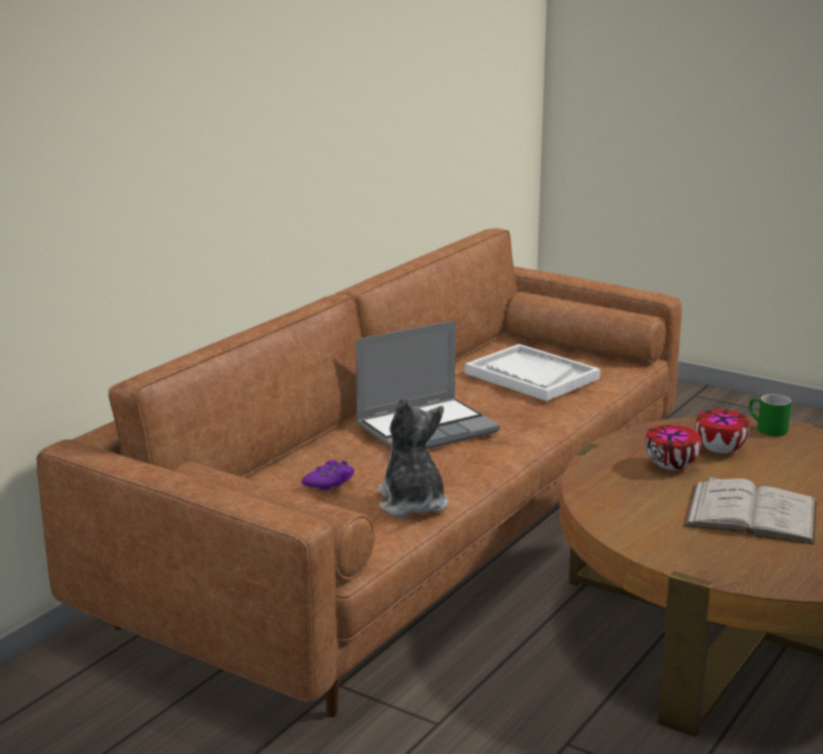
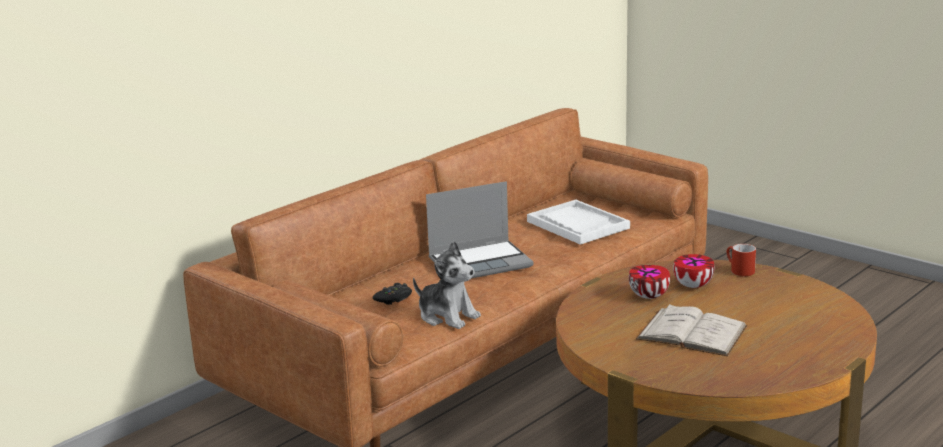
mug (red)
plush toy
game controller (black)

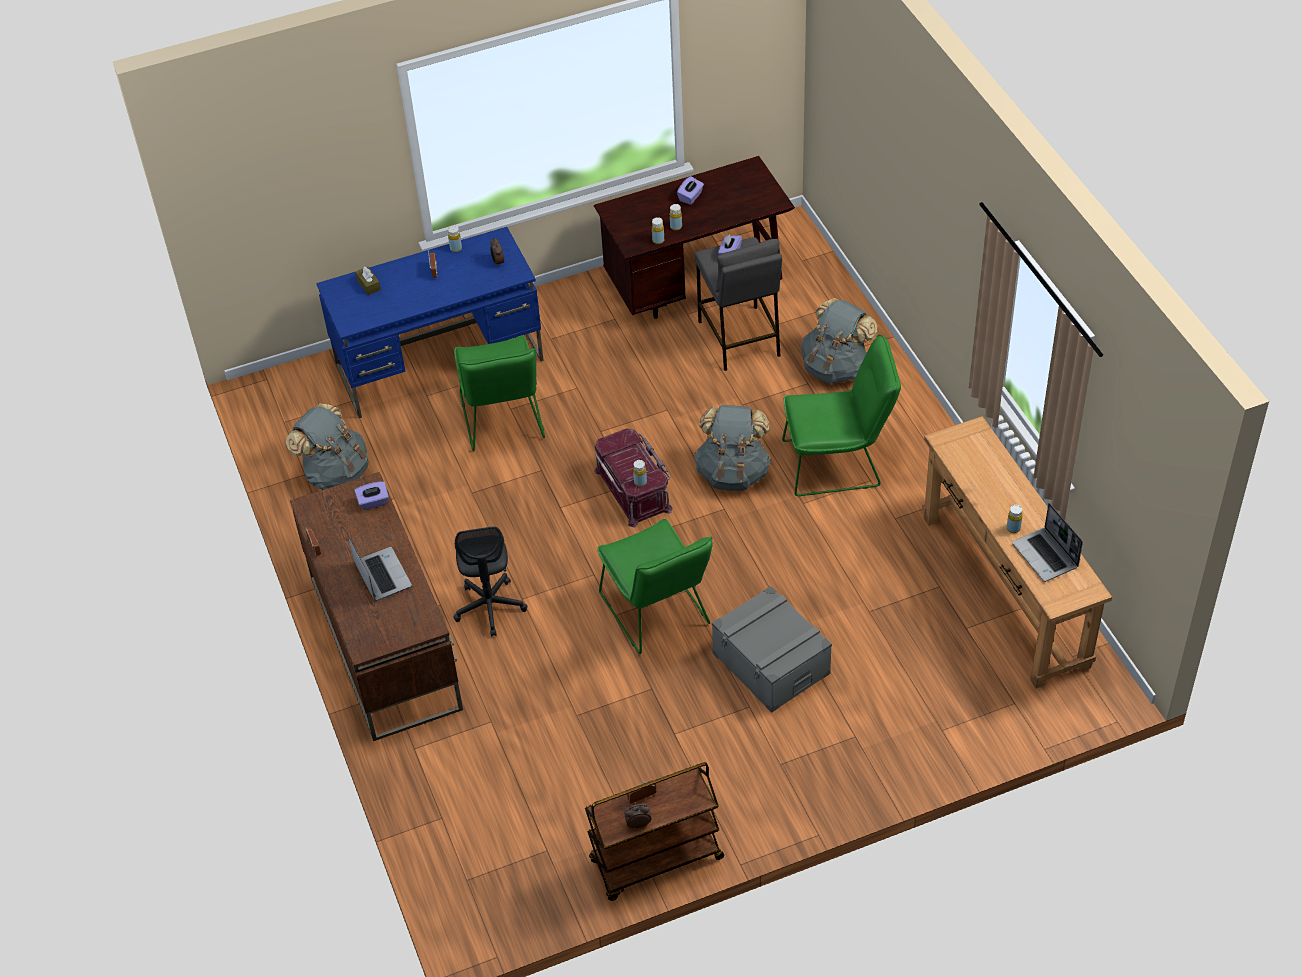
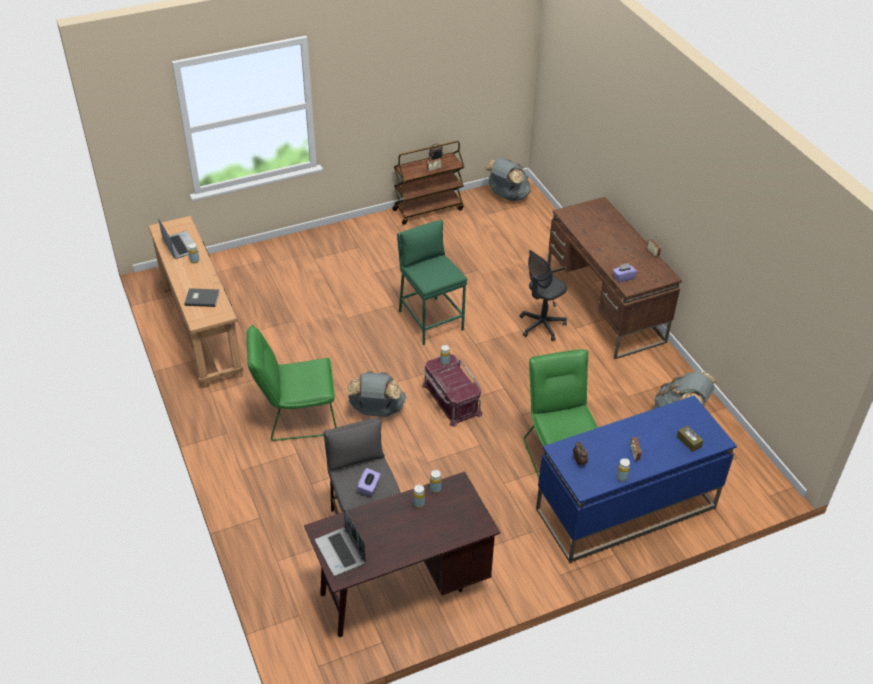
tissue box (purple) (2nd from left in the first image)
backpack (grey) (2nd from left)
stool (green)
office chair (grey)
laptop (2nd from left)
storage box (grey)
book (grey)

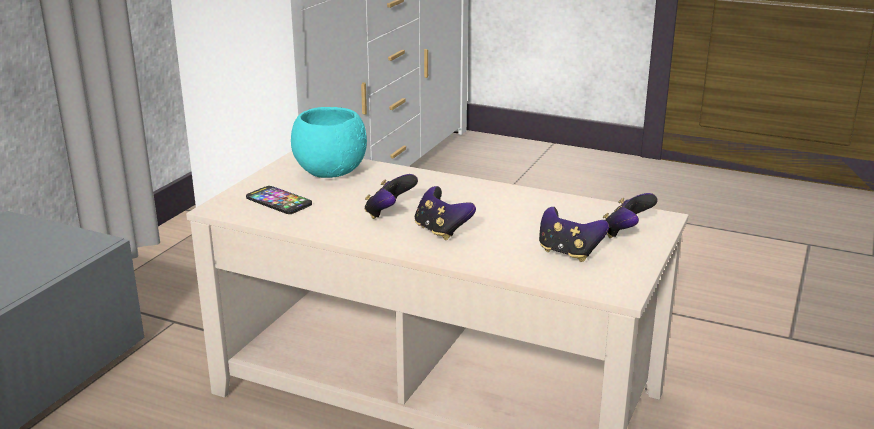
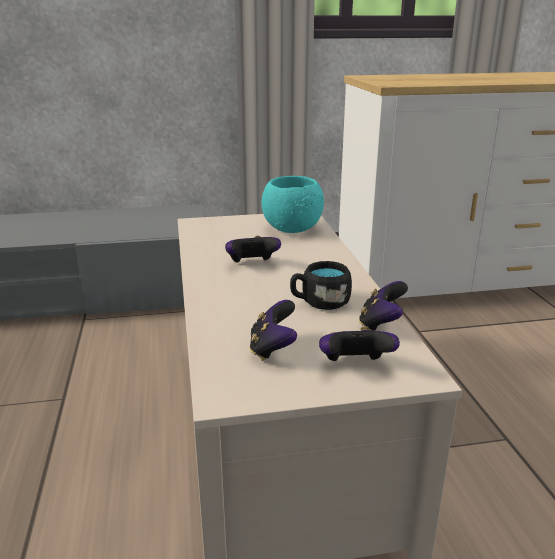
phone
game controller (4th from left)
mug (black)

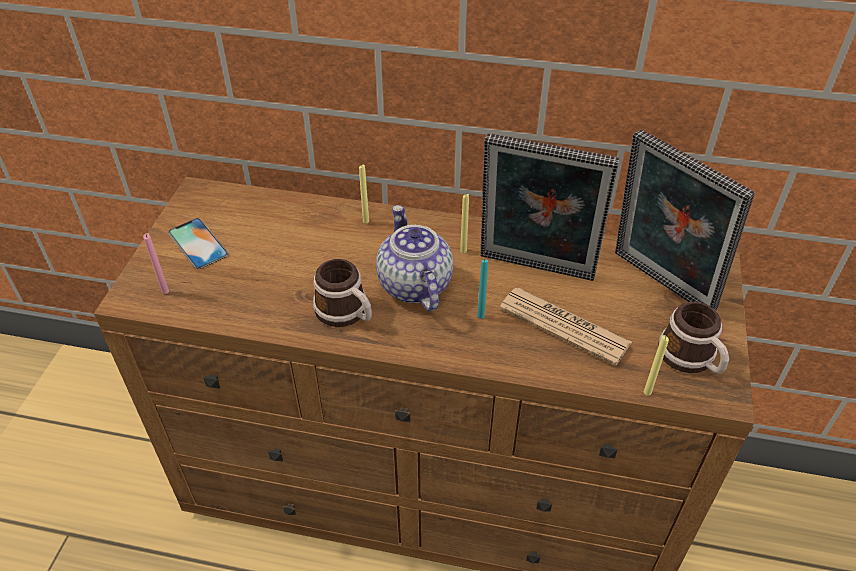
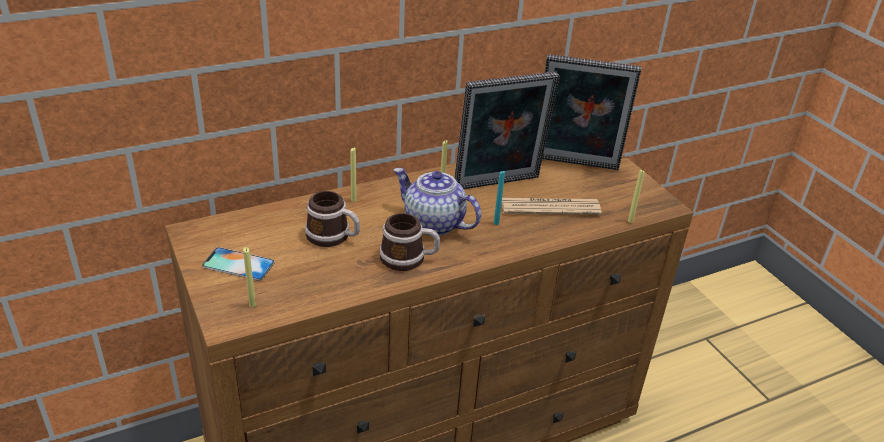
candle (yellow) (1st from left)
mug (1st from left)

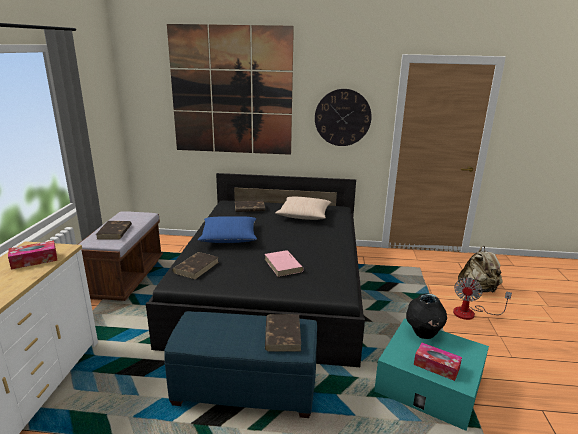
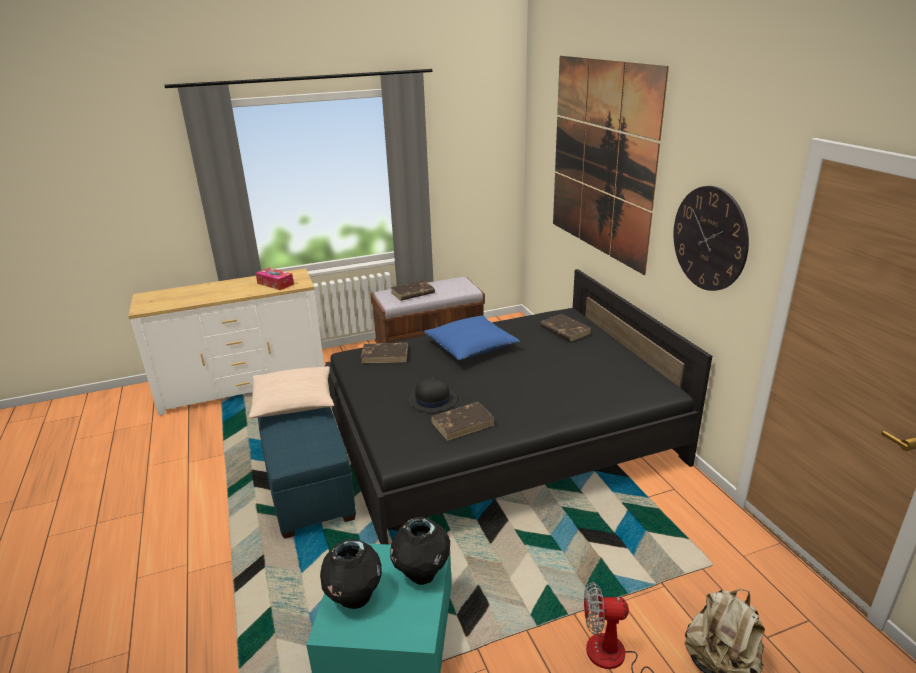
pillow (beige)
hat (black)
book (brown) (3rd from left)
vase (black) (1st from left)

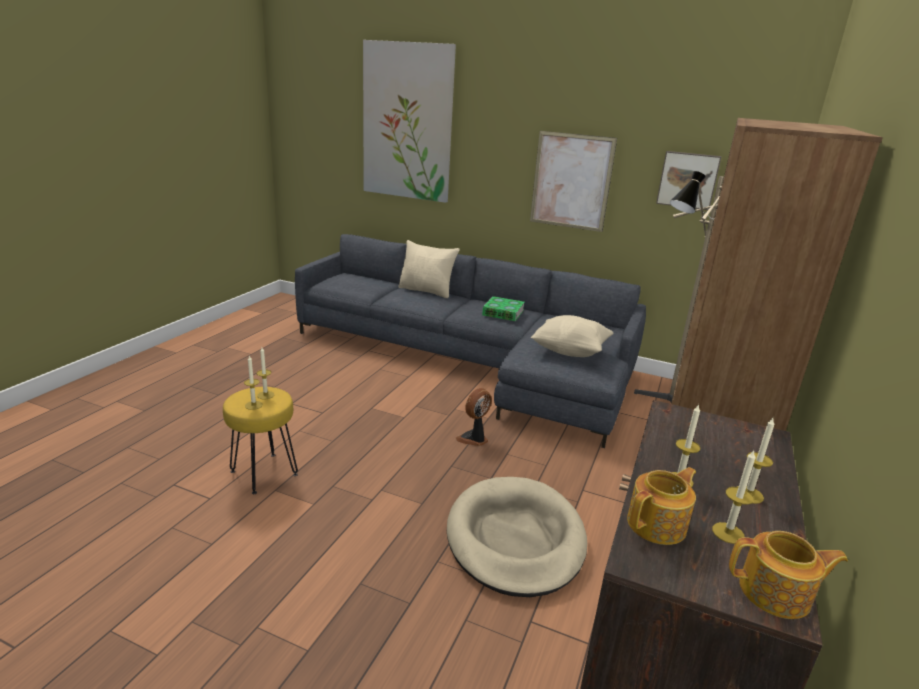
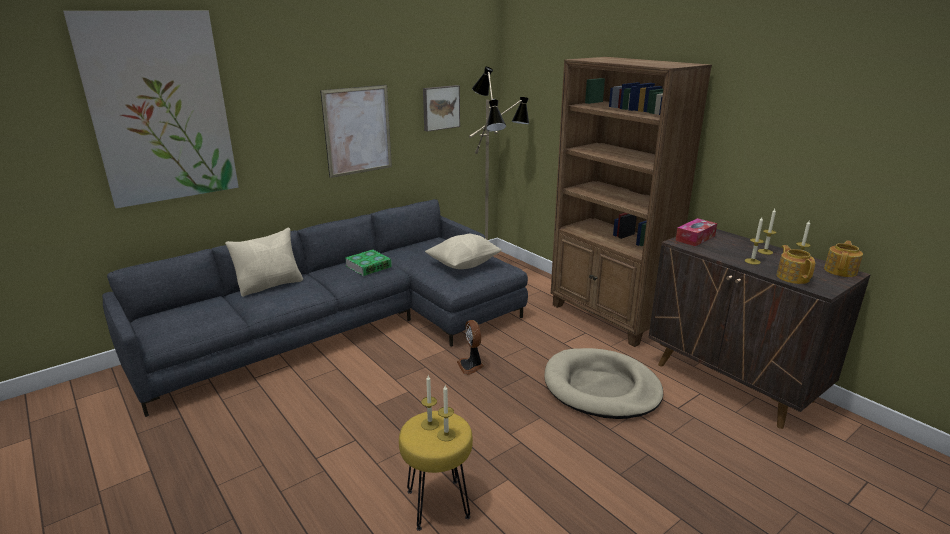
tissue box

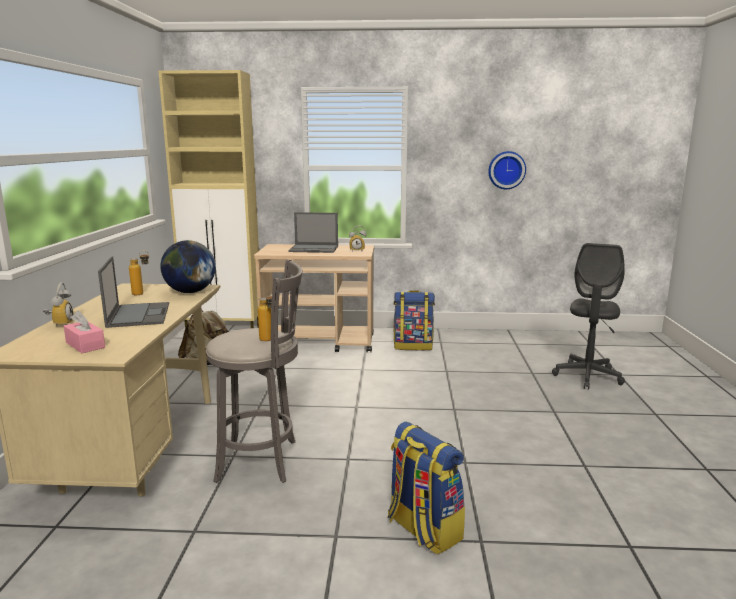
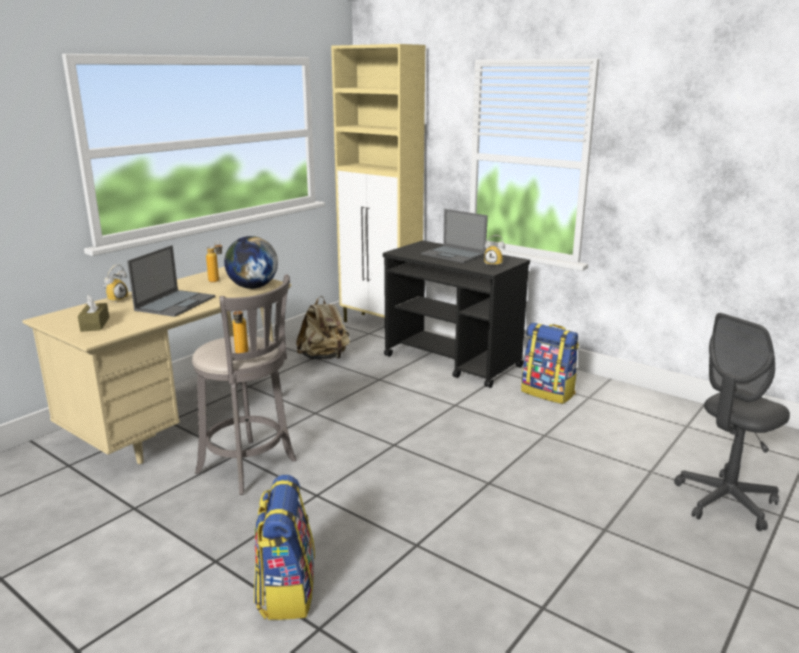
wall clock
cart (black)
tissue box (brown)

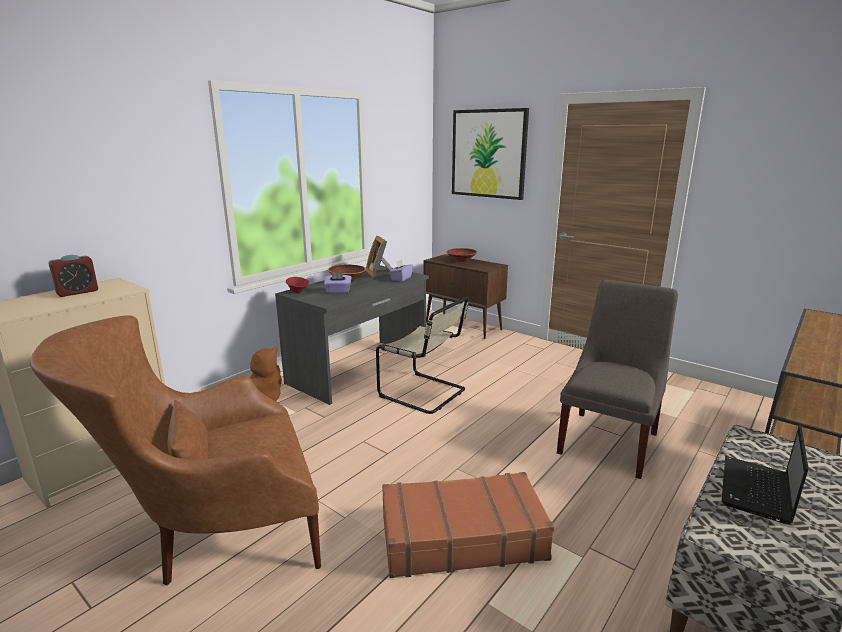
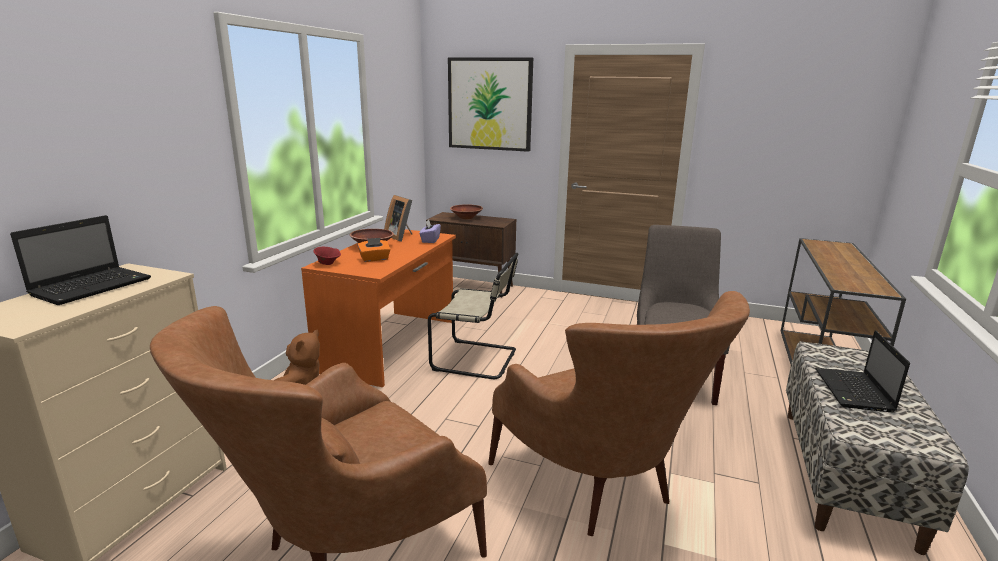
laptop (1st from left)
desk (orange)
tissue box (orange)
armchair (brown) (2nd from left)

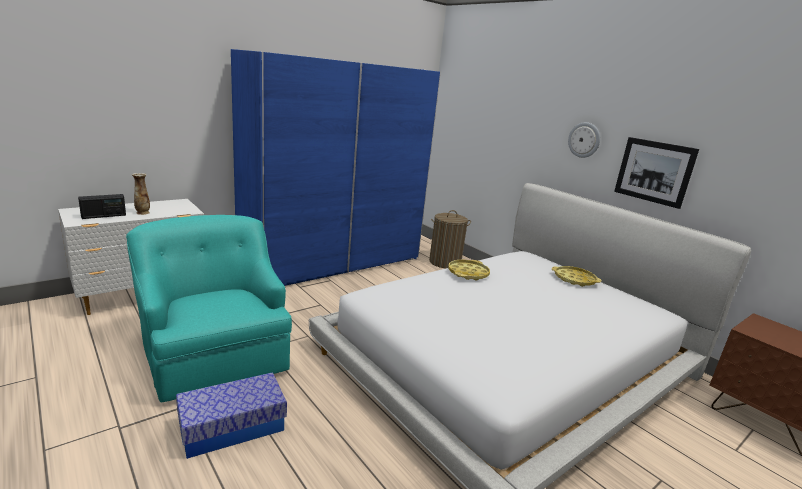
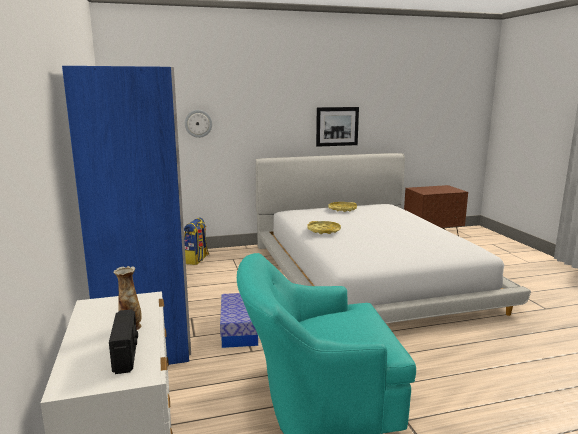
wall clock
backpack
storage box

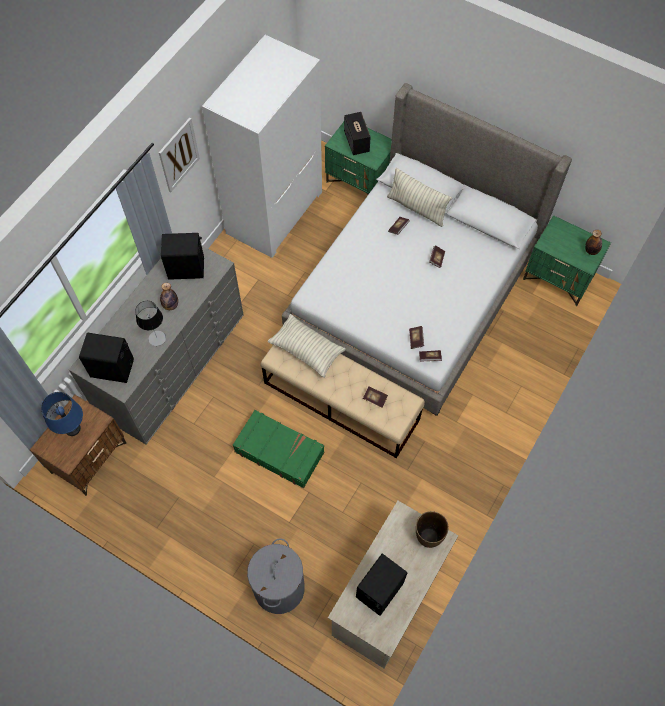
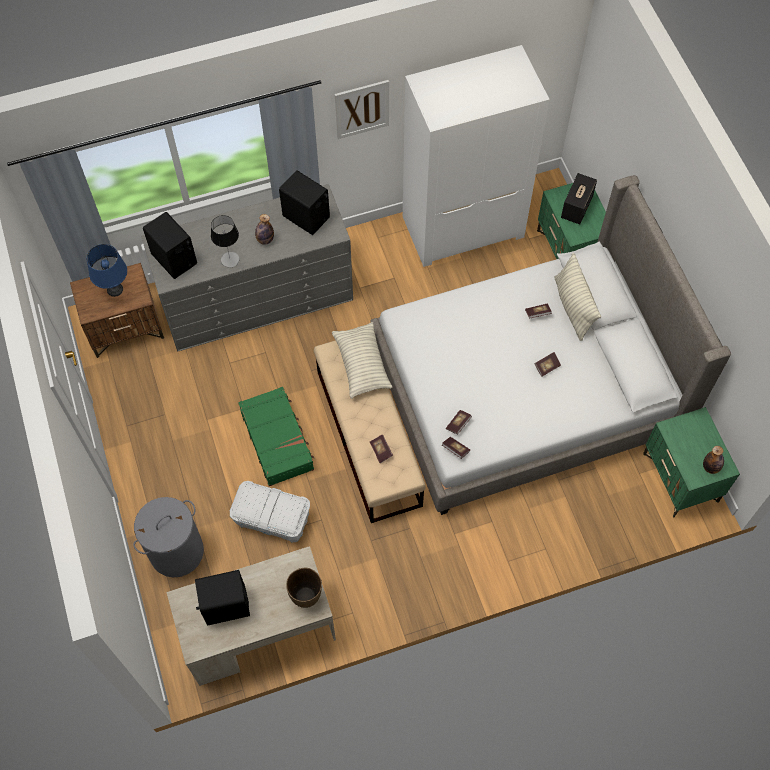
storage box (white)

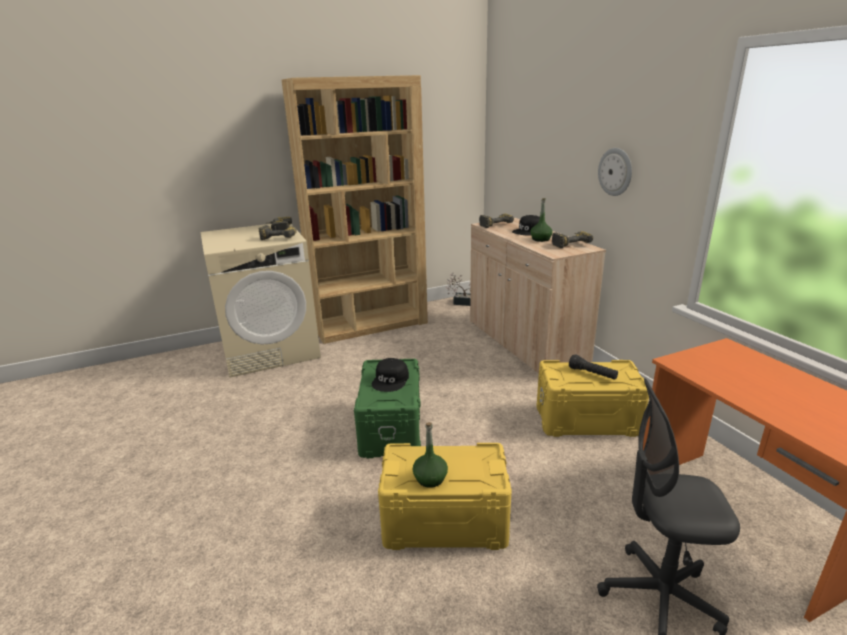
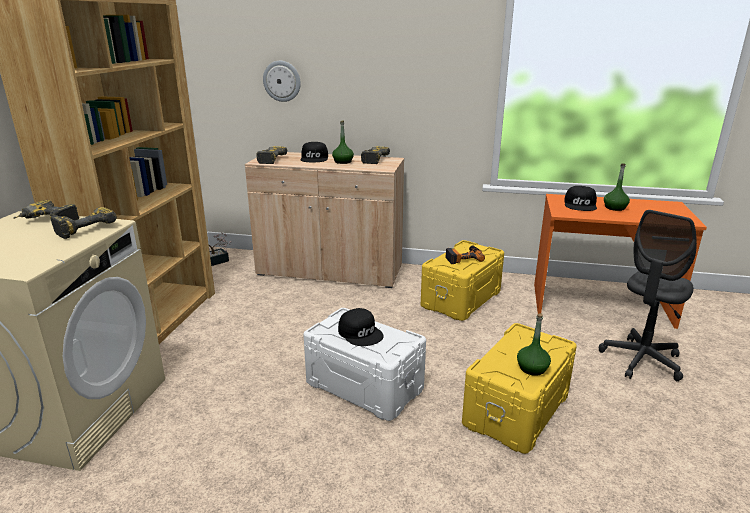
wall clock
power drill (5th from left)
storage box (white)
bottle (green) (3rd from left)
cap (black) (3rd from left)

